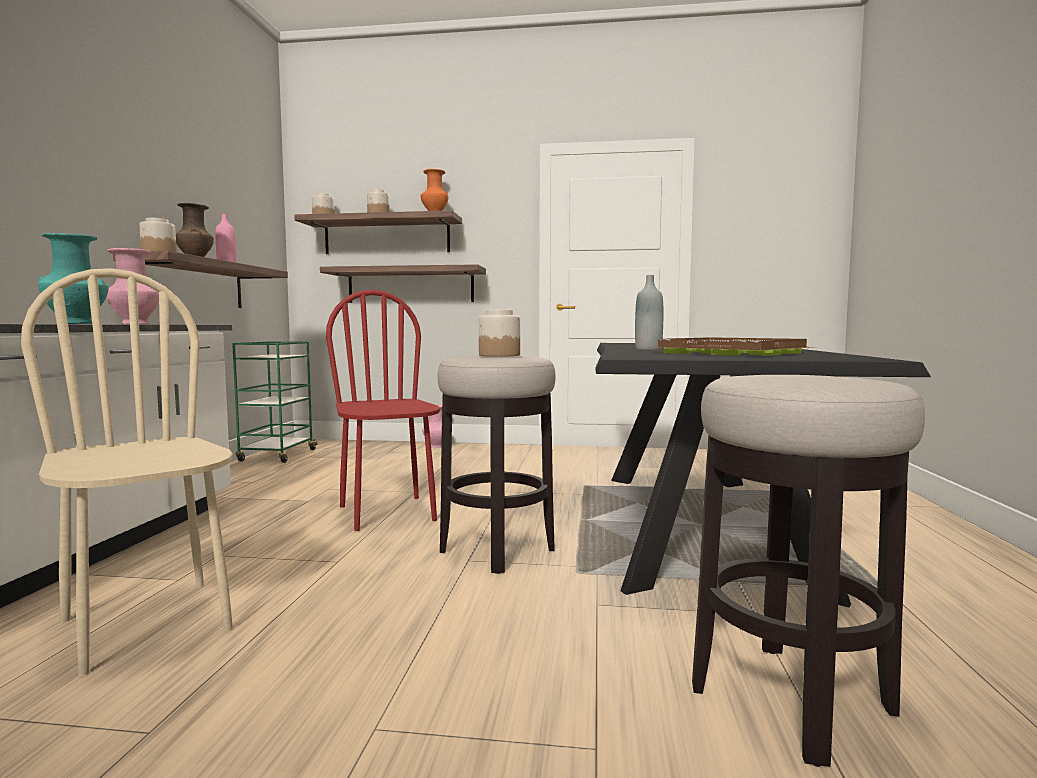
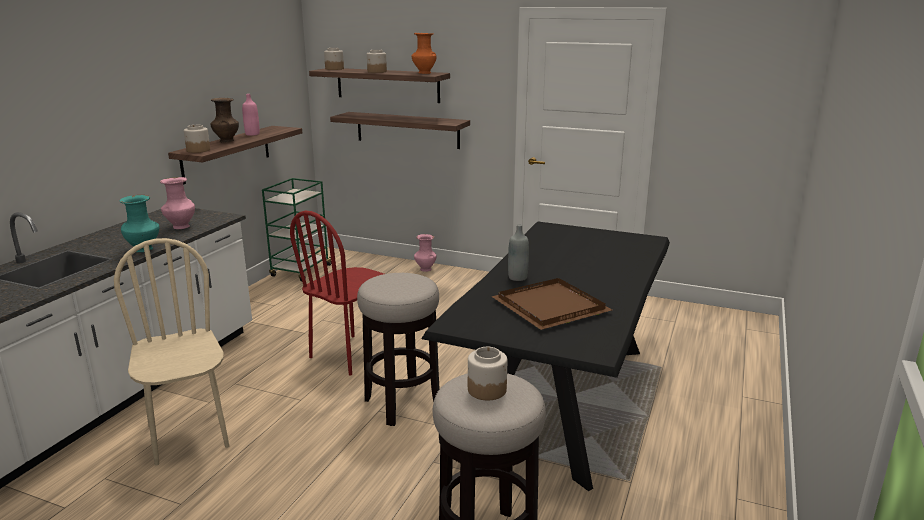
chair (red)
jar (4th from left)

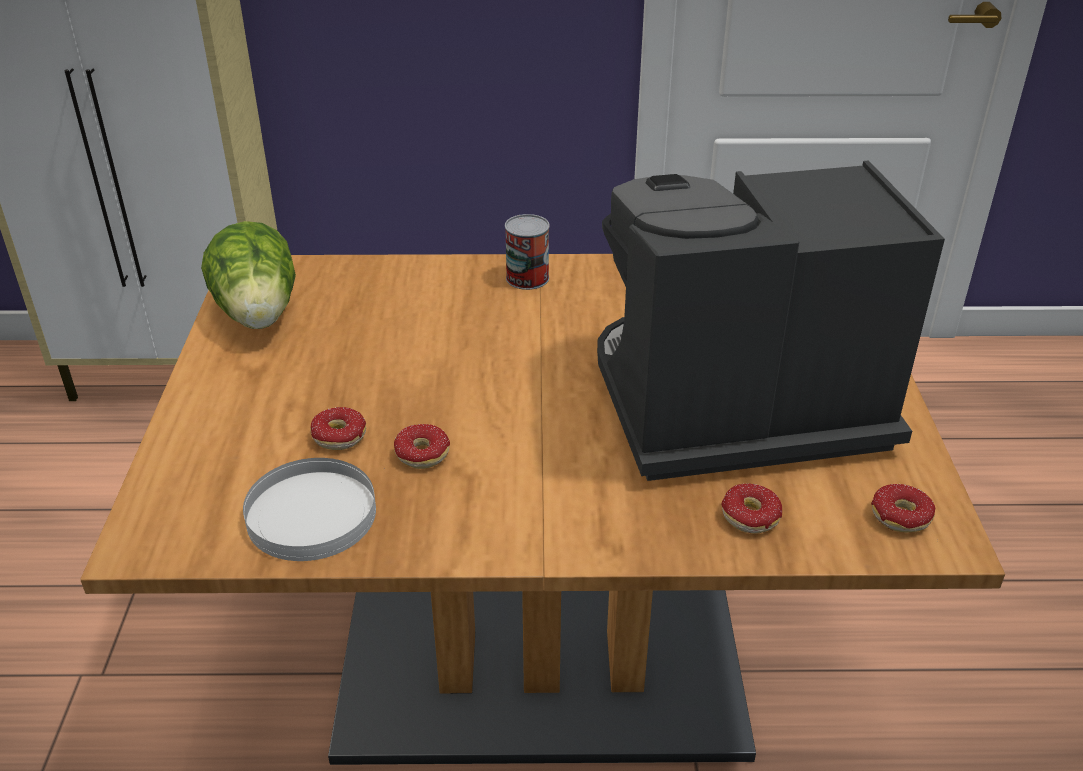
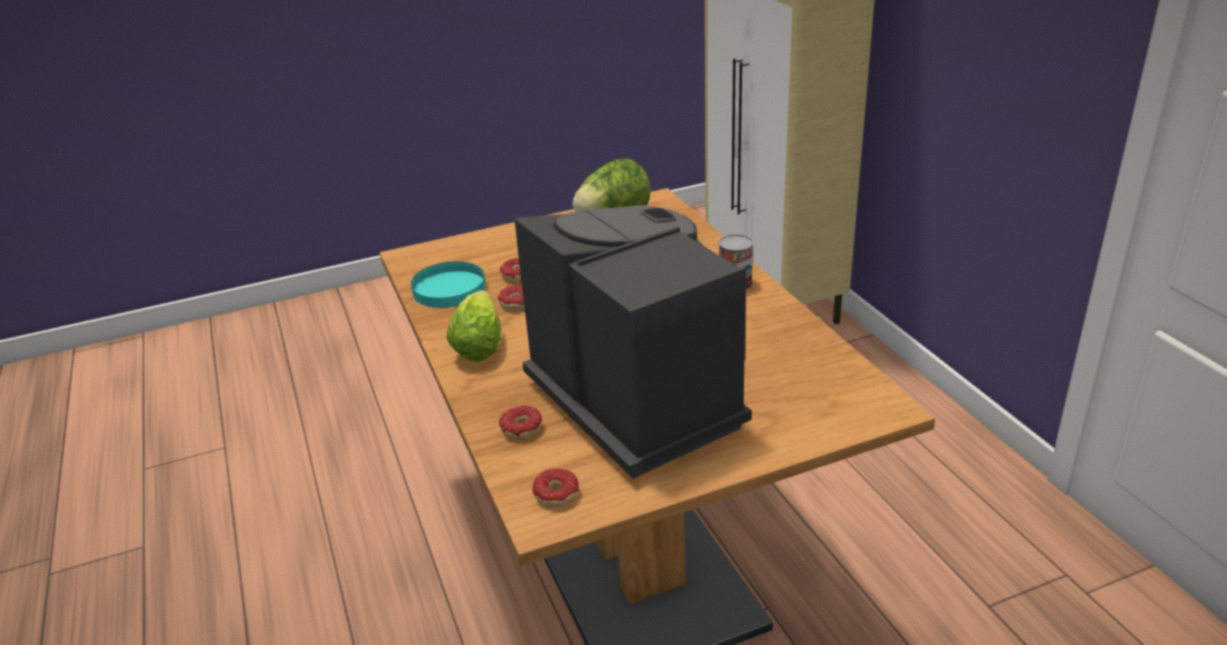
plate (turquoise)
lettuce (1st from left)

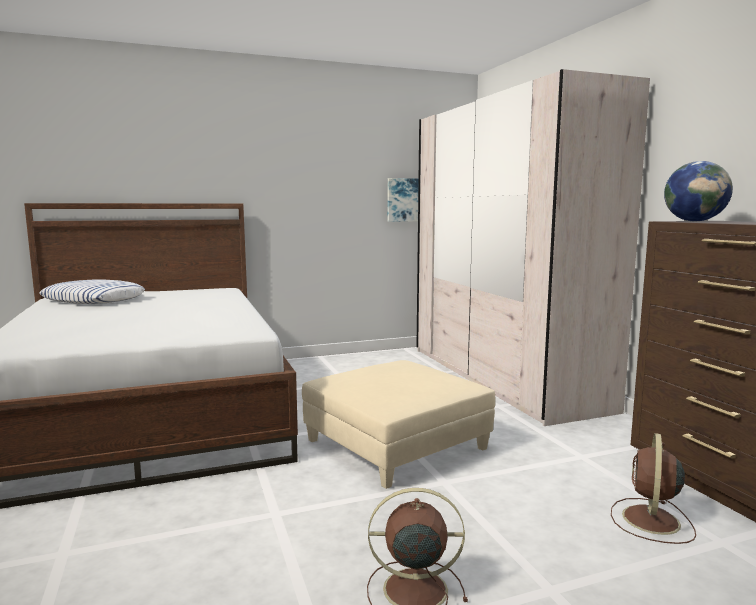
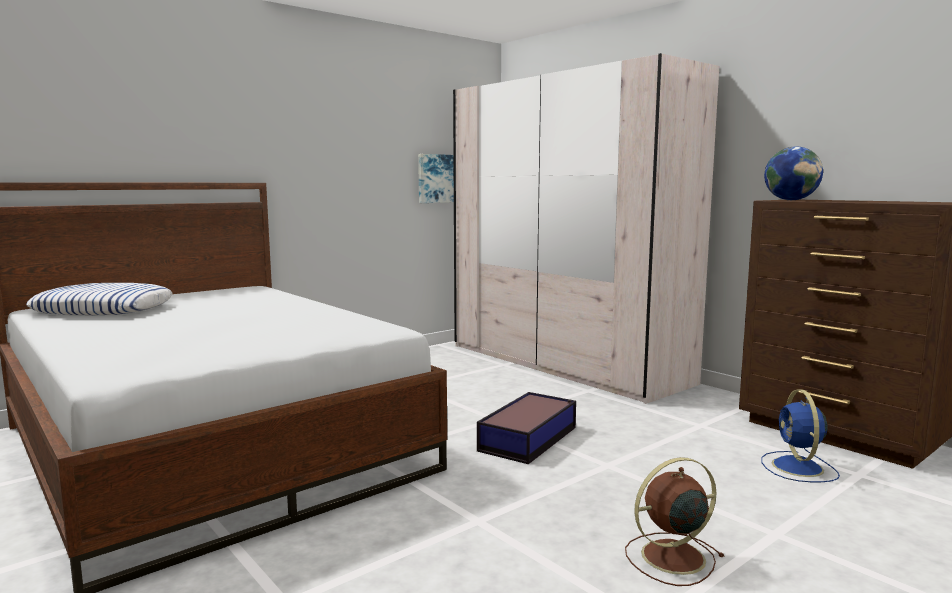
storage box
fan (blue)

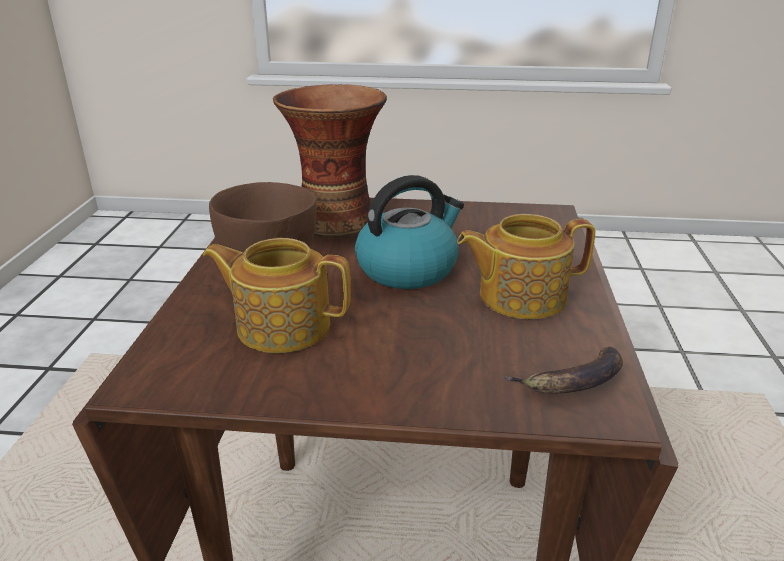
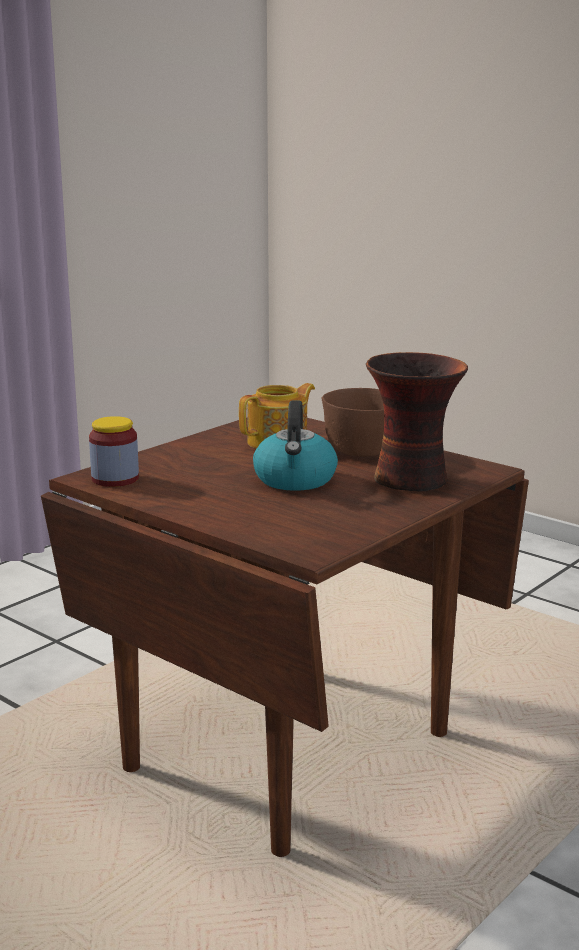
teapot (2nd from left in the first image)
jar

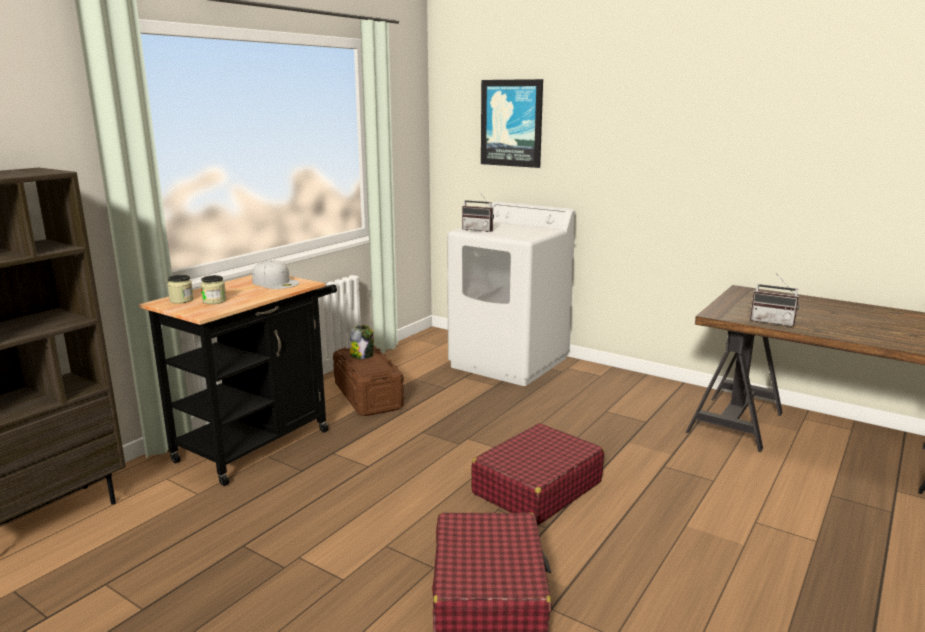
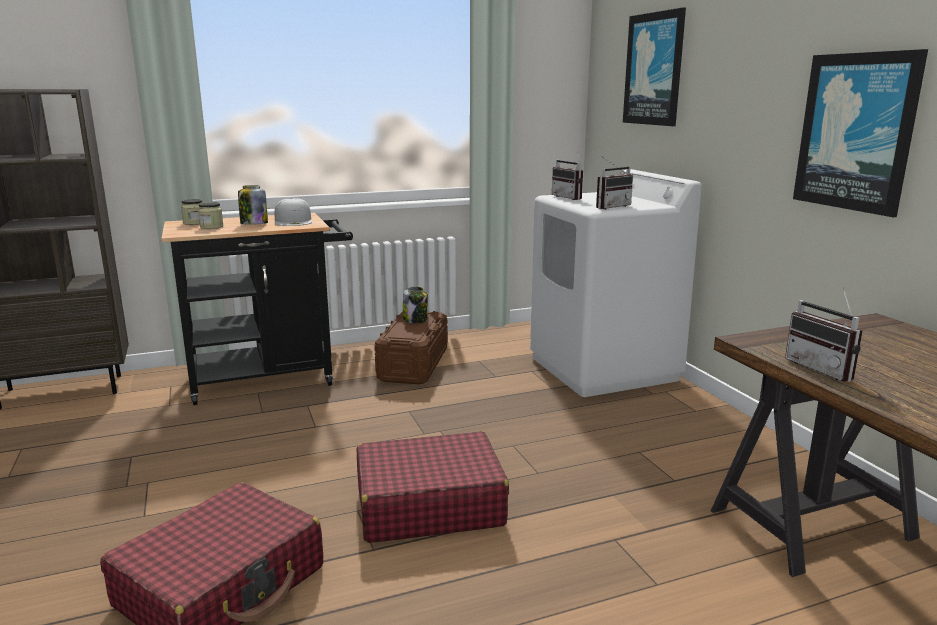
picture (2nd from left)
radio (2nd from left)
jar (3rd from left)

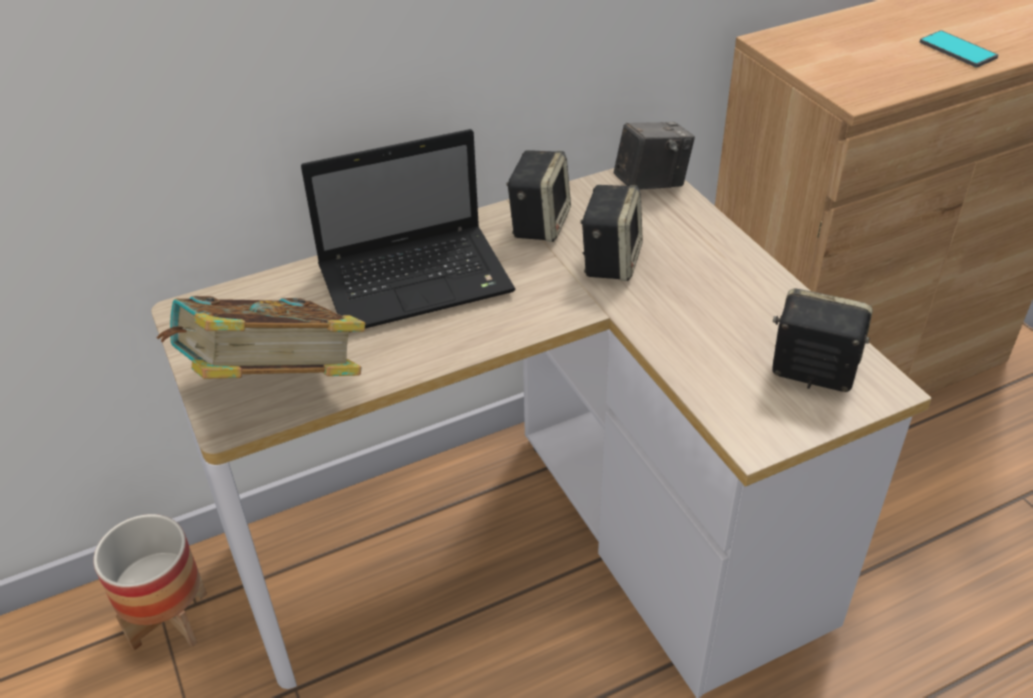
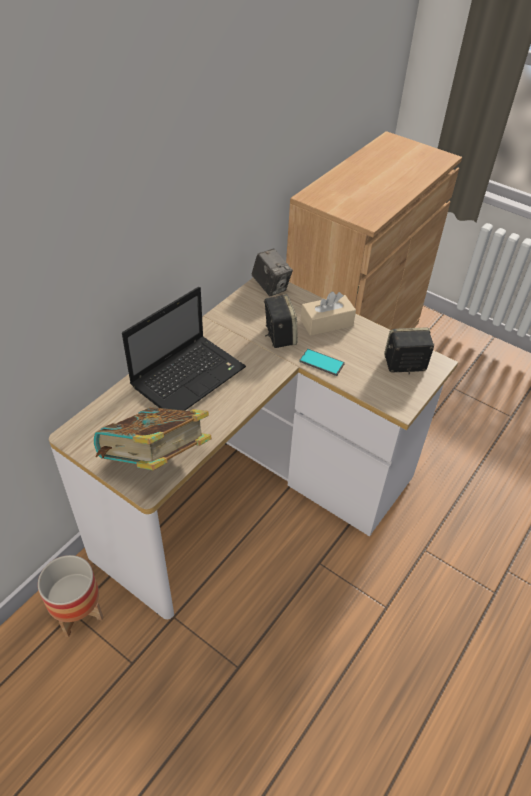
phone
photo camera
speaker (1st from left in the first image)
tissue box (beige)

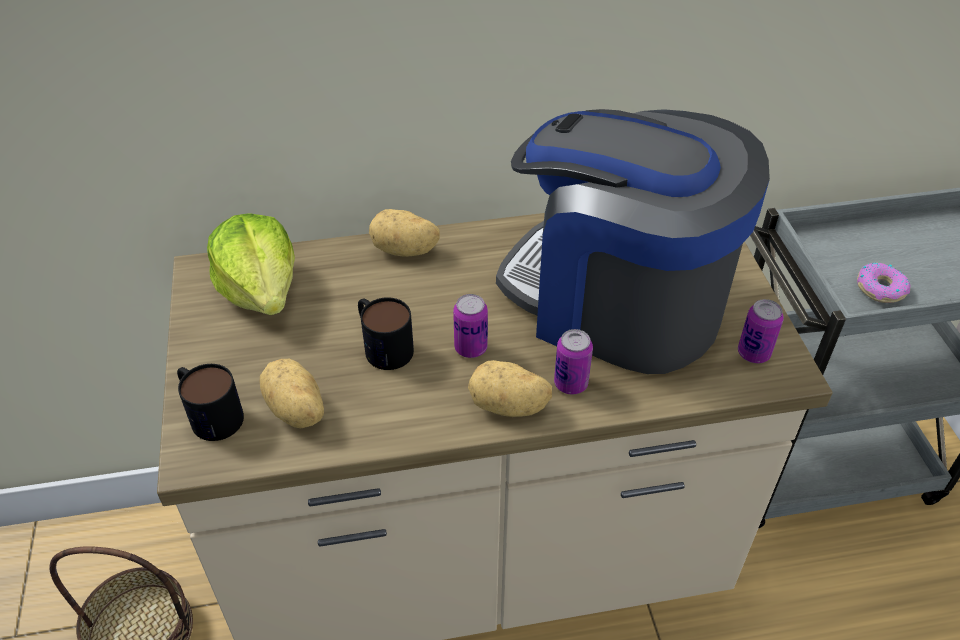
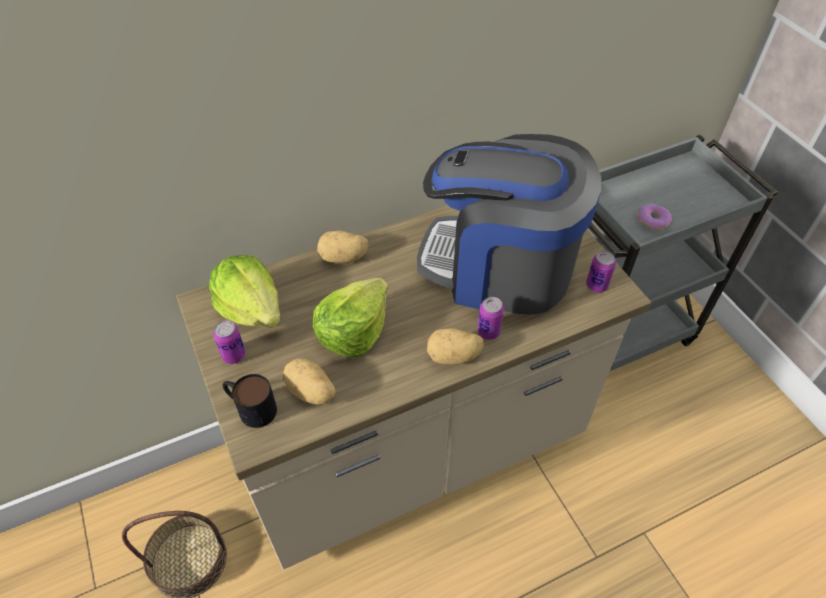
can (1st from left)
lettuce (2nd from left)

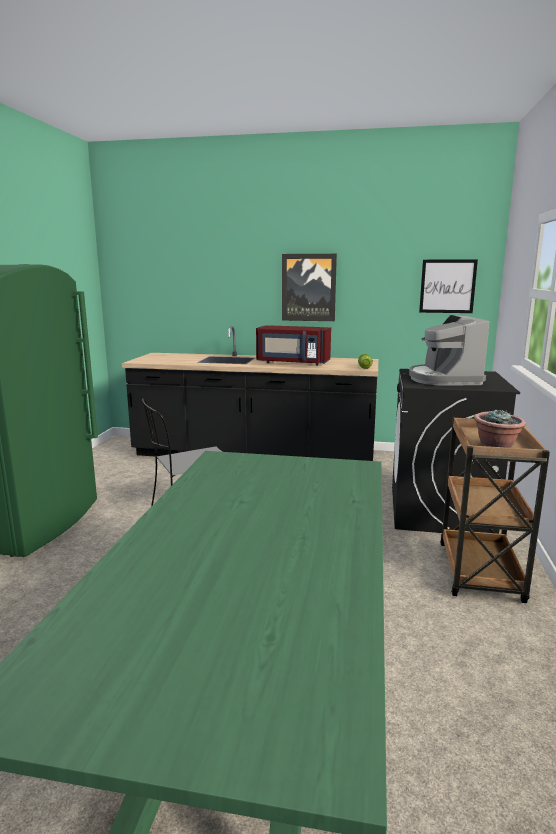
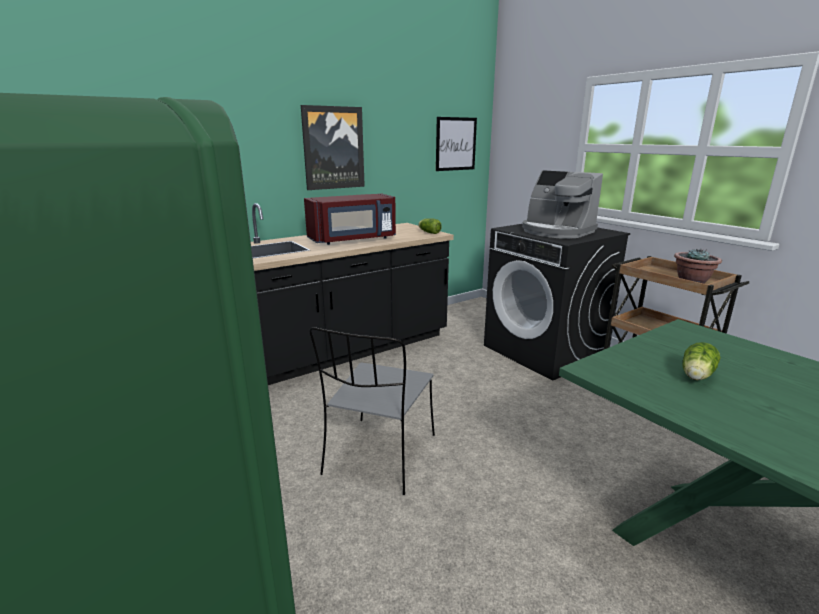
lettuce (2nd from left)

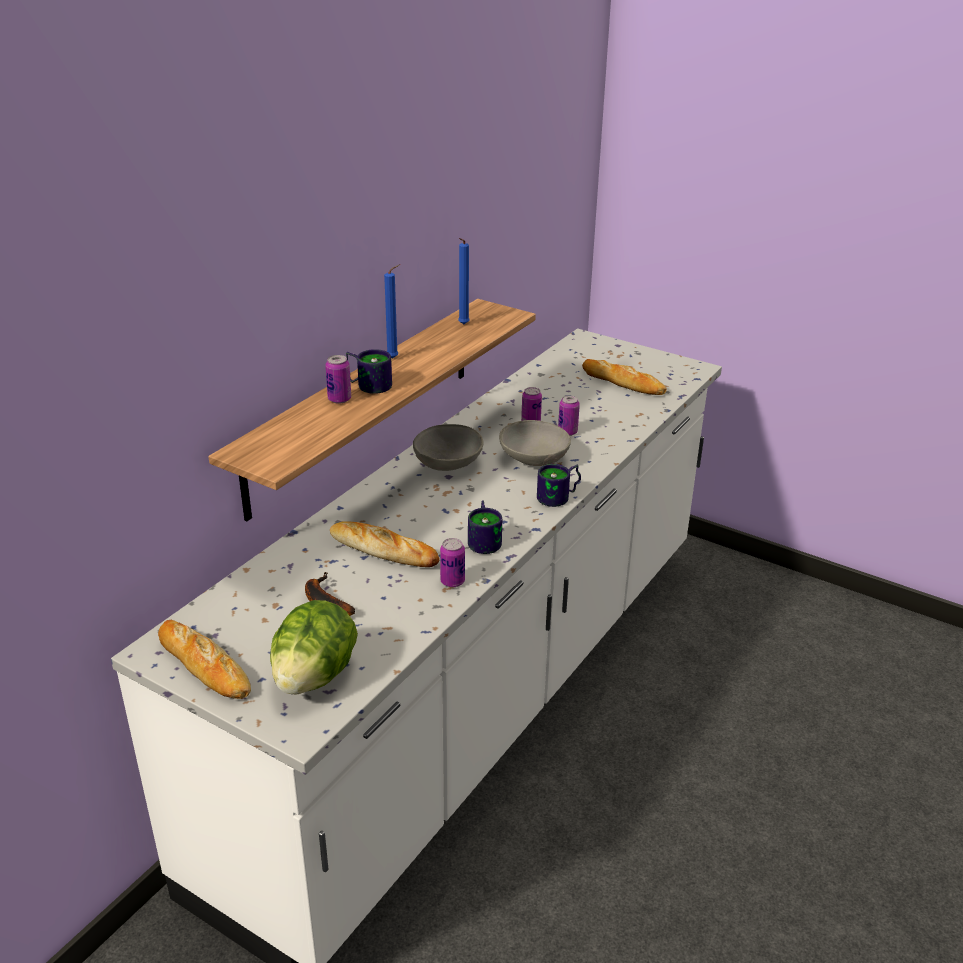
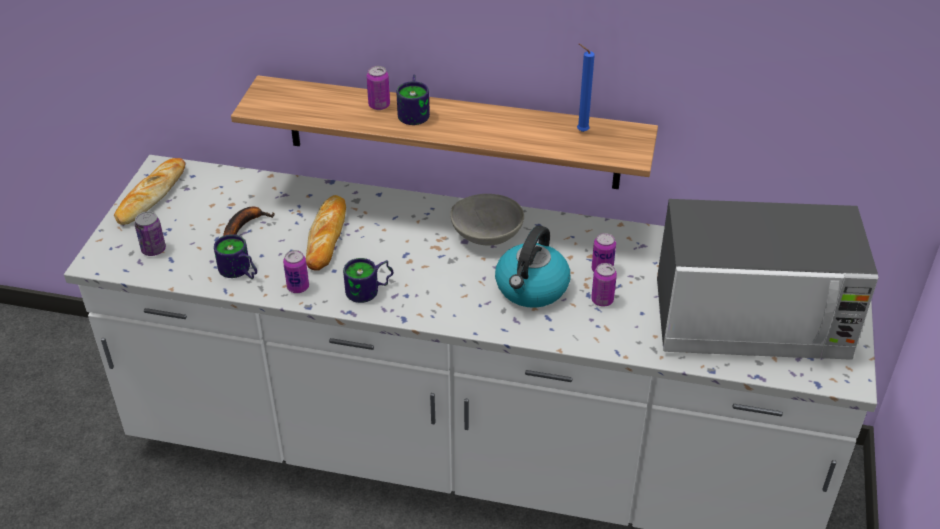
candle (blue) (1st from left in the first image)
microwave
kettle
mug (1st from left)
can (1st from left)

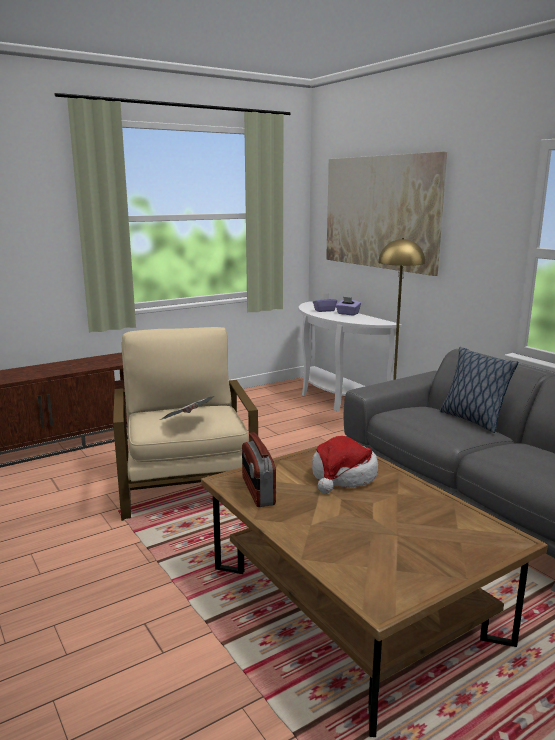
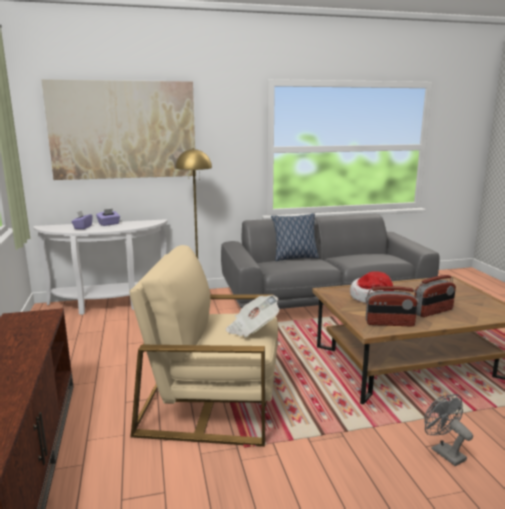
radio (2nd from left)
fan (grey)

